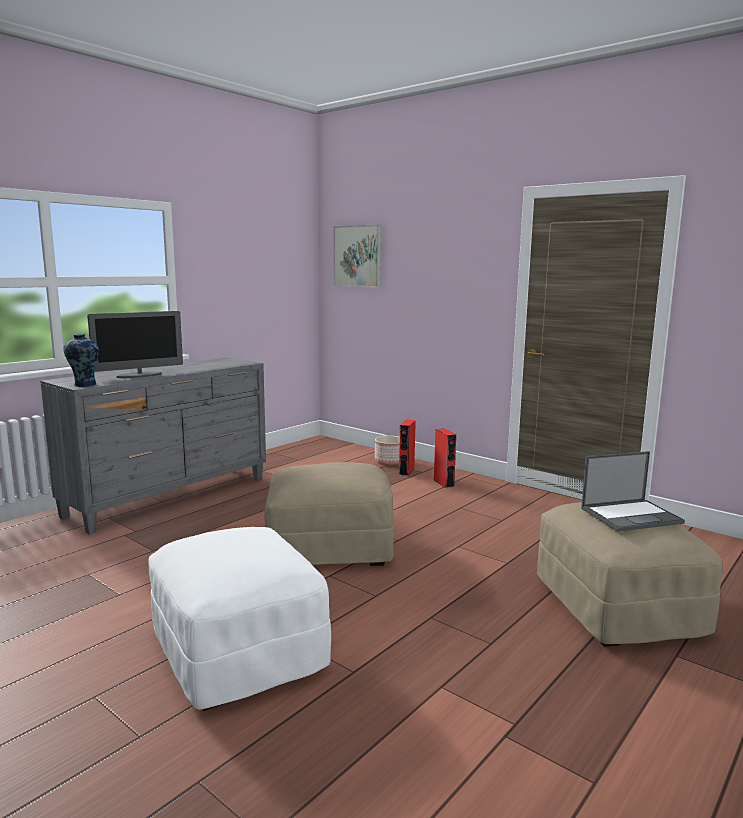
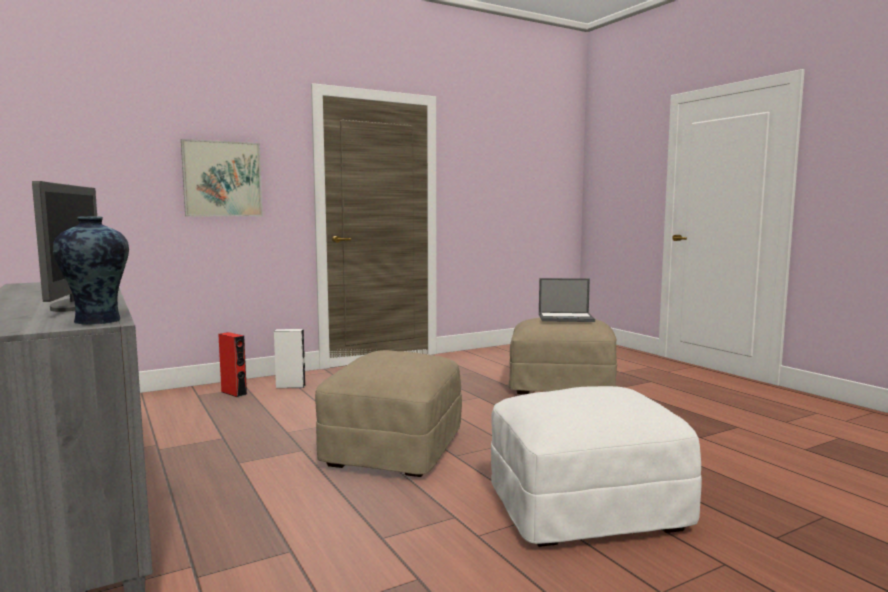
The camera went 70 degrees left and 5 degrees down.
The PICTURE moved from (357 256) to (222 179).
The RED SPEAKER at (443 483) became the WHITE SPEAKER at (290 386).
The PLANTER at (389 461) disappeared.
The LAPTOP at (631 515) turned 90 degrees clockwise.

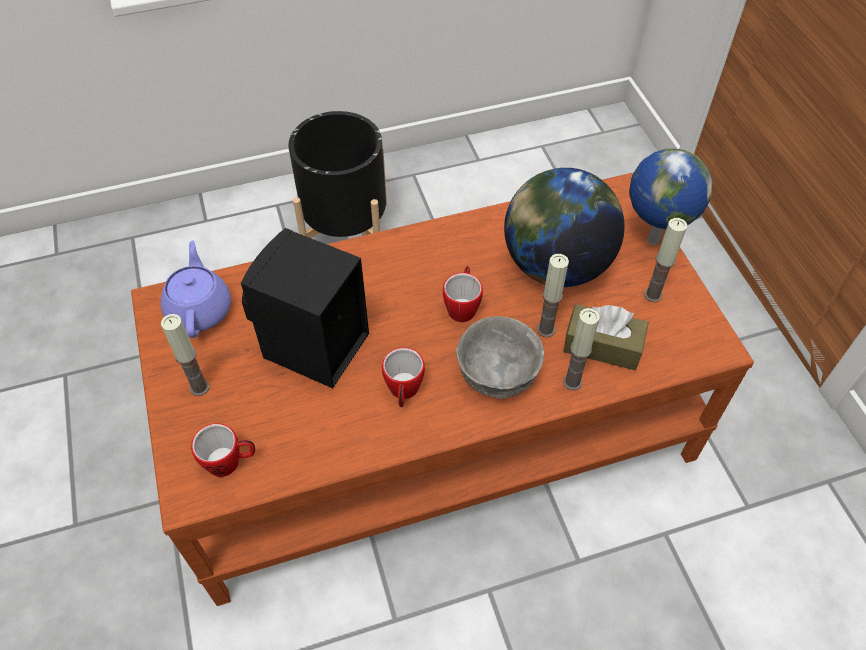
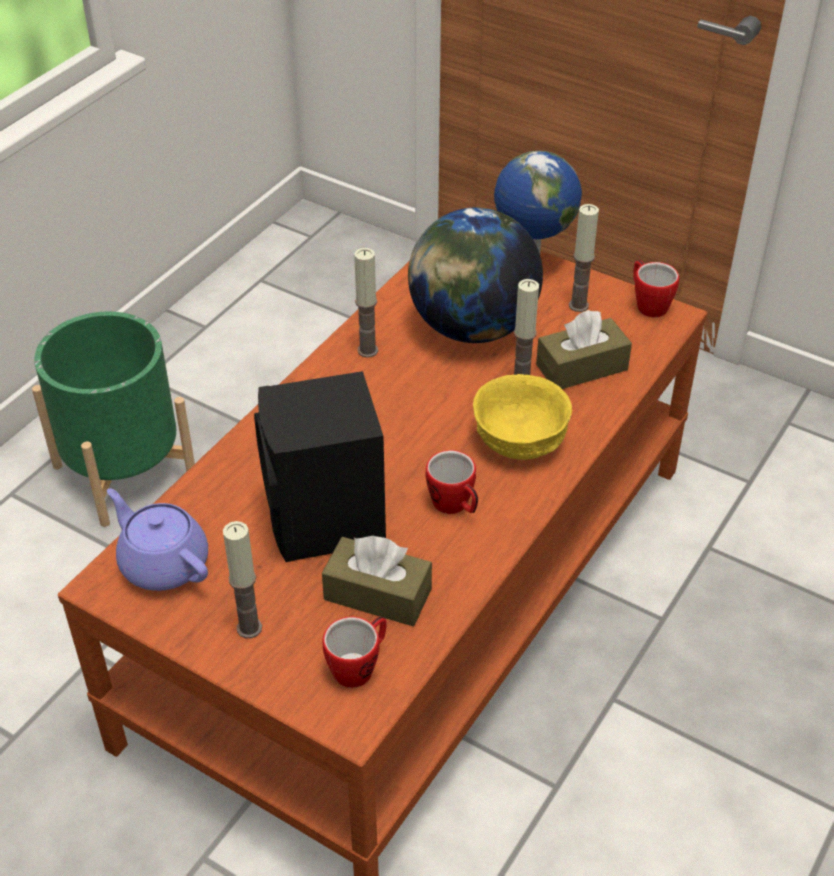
The camera went 40 degrees left and 10 degrees down.
The BLACK PLANTER at (346 229) became the GREEN PLANTER at (124 472).
The MUG moved from (462 306) to (648 304).
The CANDLE moved from (572 382) to (368 350).
The GREY BOWL at (498 374) became the YELLOW BOWL at (521 440).
The BROWN TISSUE BOX at (377 594) appeared.

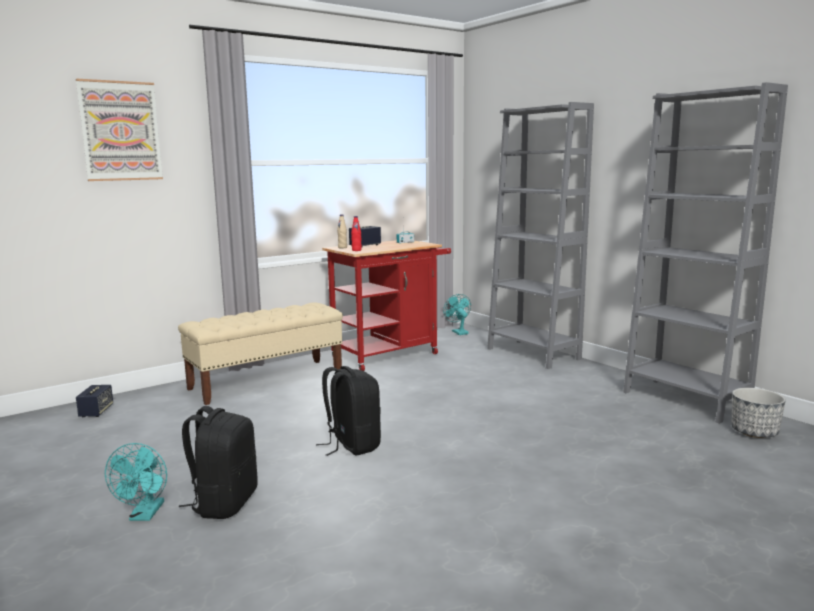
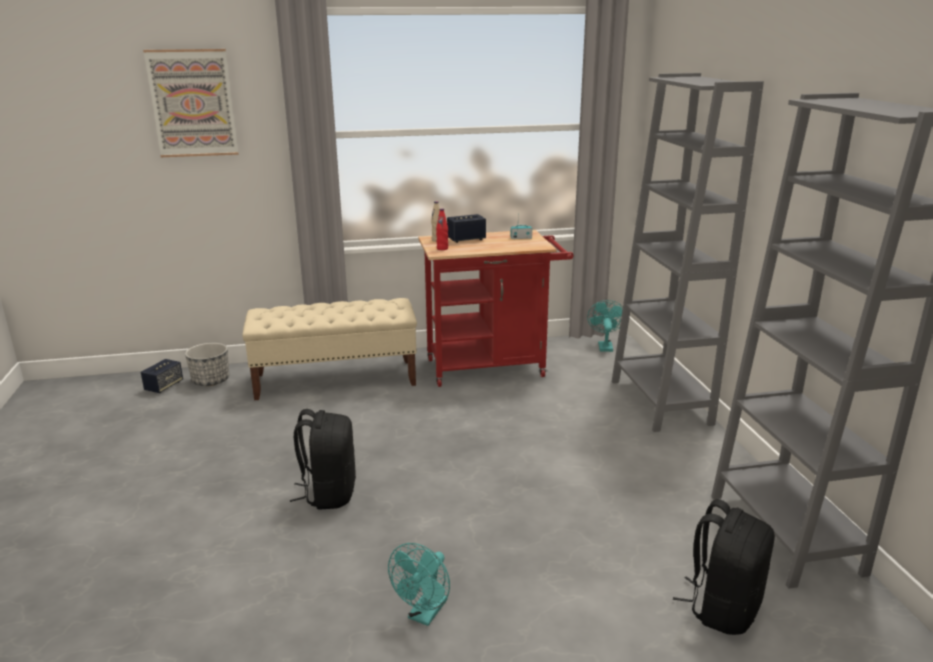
The camera went 25 degrees right and 10 degrees up.
The PLANTER moved from (754 432) to (211 381).
The BLACK BACKPACK moved from (224 503) to (722 608).
The TURQUOISE FAN moved from (145 515) to (425 614).

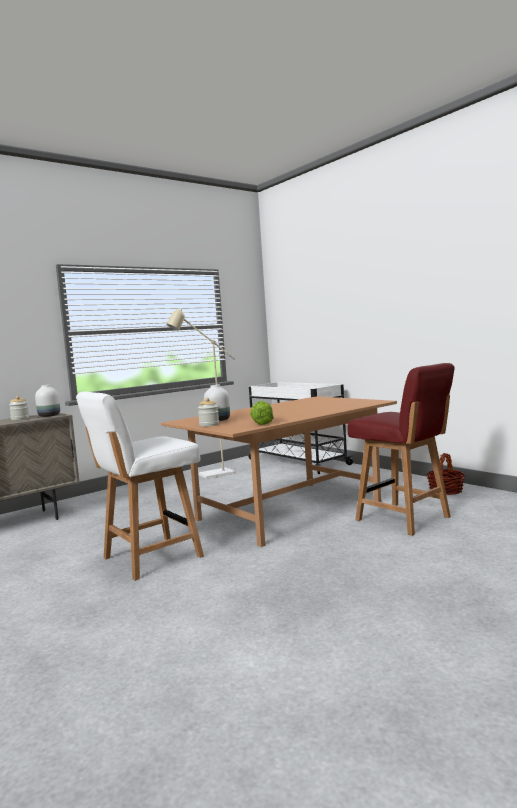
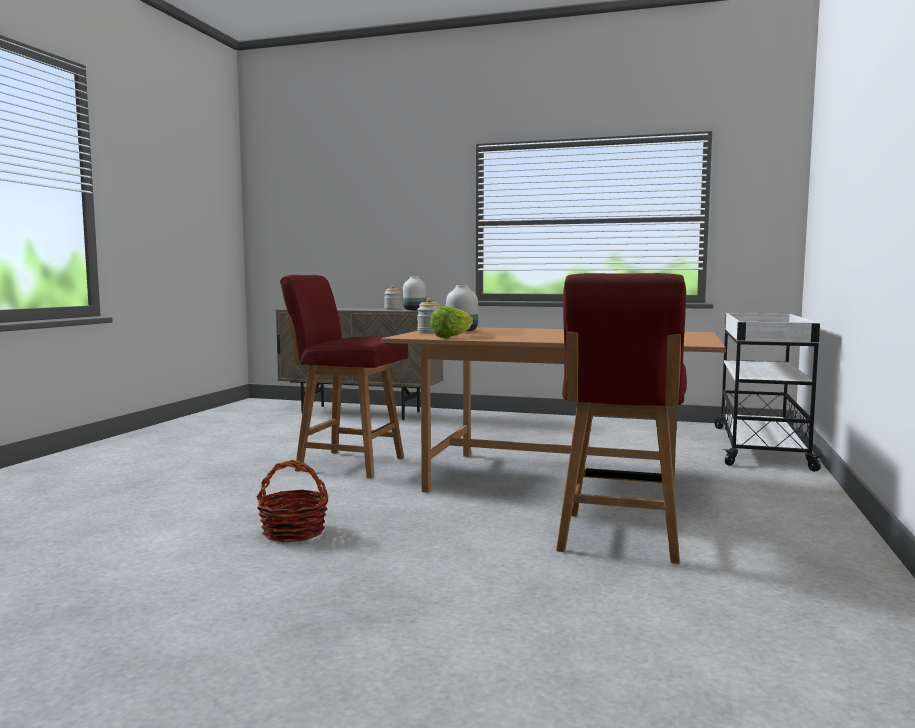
The camera went 55 degrees right and 0 degrees up.
The BEIGE FLOOR LAMP at (210 475) disappeared.
The WHITE CHAIR at (150 558) became the RED CHAIR at (348 464).
The BASKET moved from (445 490) to (294 532).

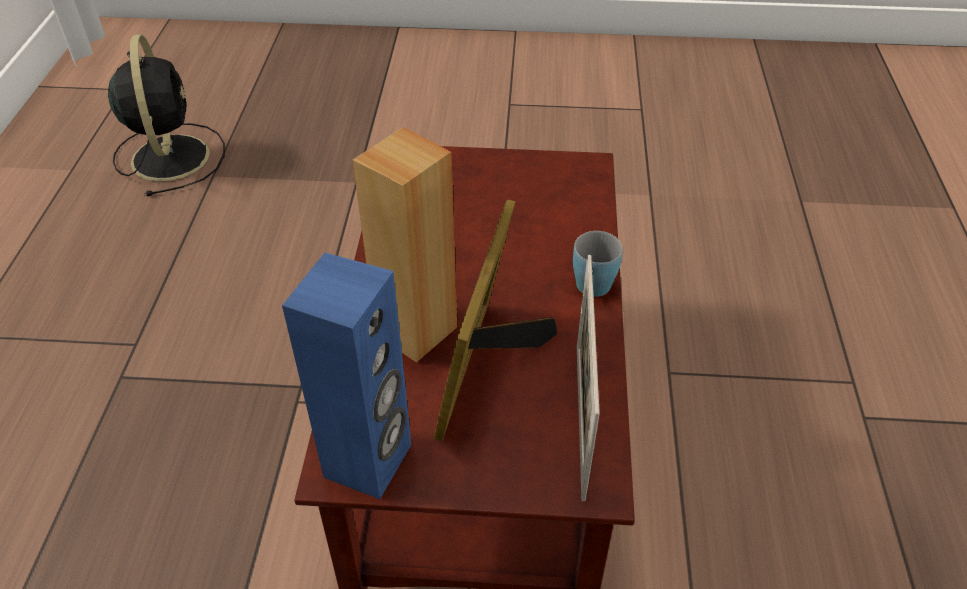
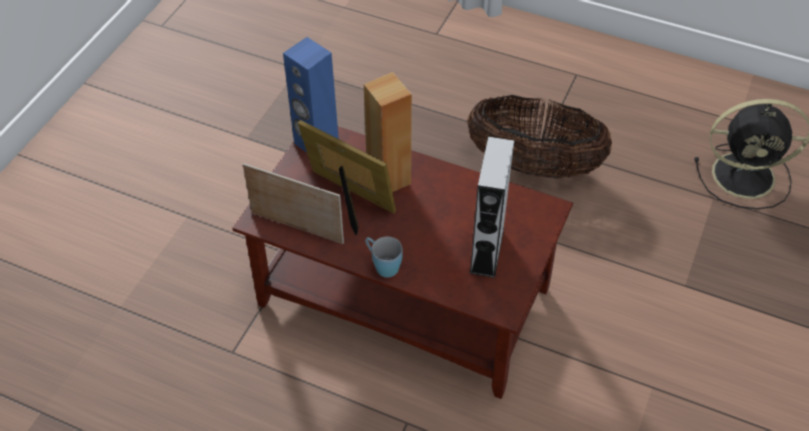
The camera went 110 degrees right and 5 degrees up.
The BASKET at (533 165) appeared.
The GREY SPEAKER at (487 250) appeared.

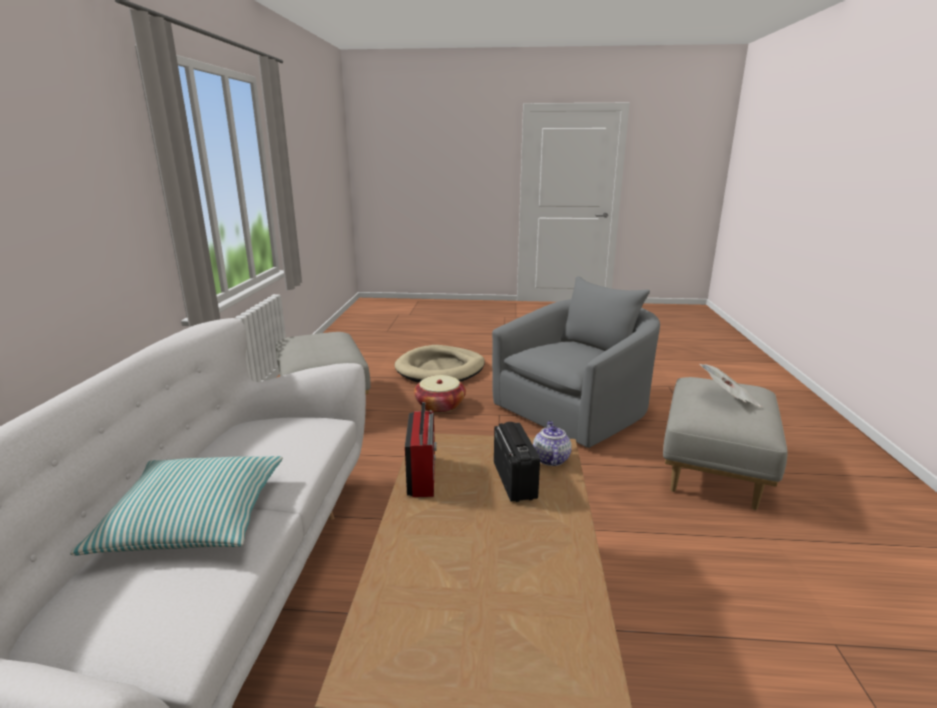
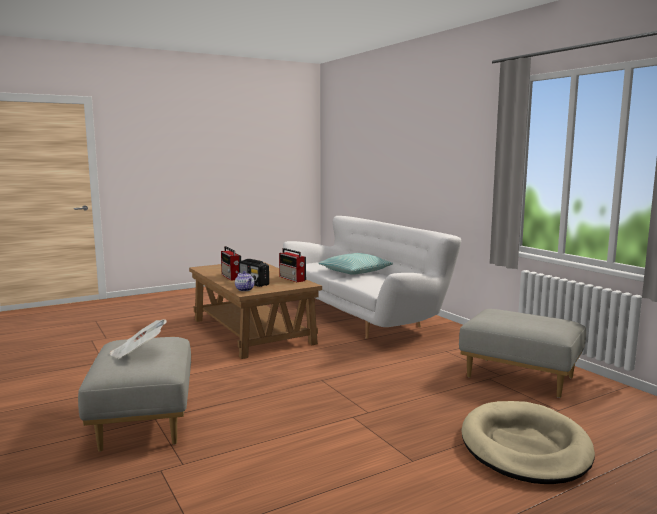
The camera went 145 degrees right and 10 degrees down.
The GREY ARMCHAIR at (576 410) disappeared.
The BASKET at (440 405) disappeared.
The RADIO at (231 277) appeared.

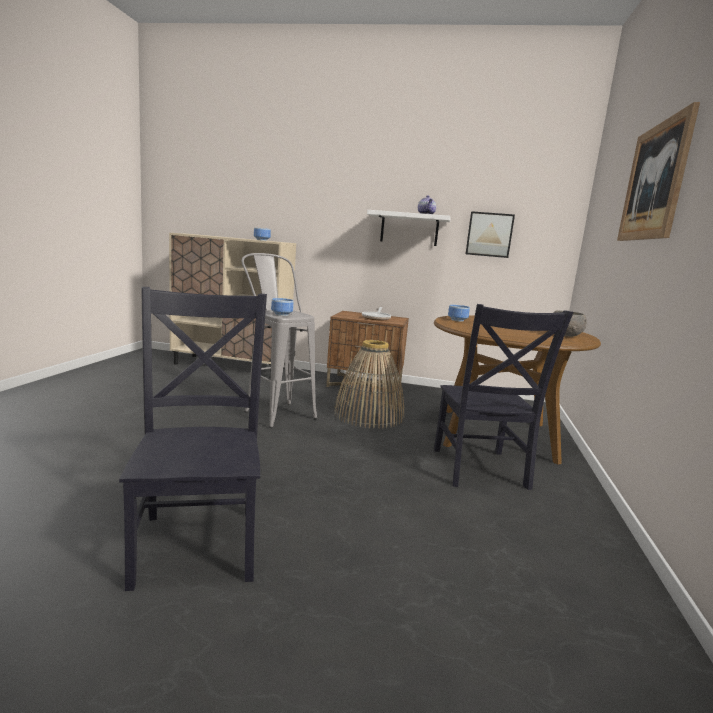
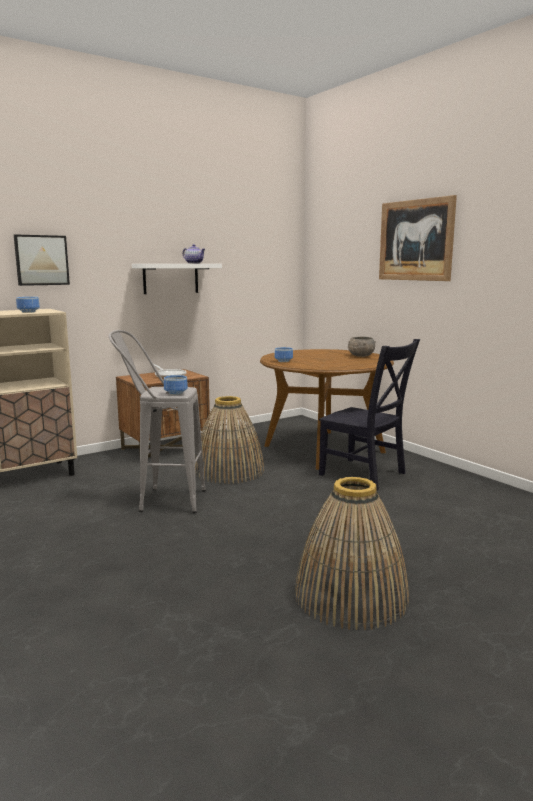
The camera went 45 degrees left and 0 degrees up.
The PICTURE moved from (489 234) to (41 260).
The BLACK CHAIR at (199 541) was replaced by the BASKET at (350 595).

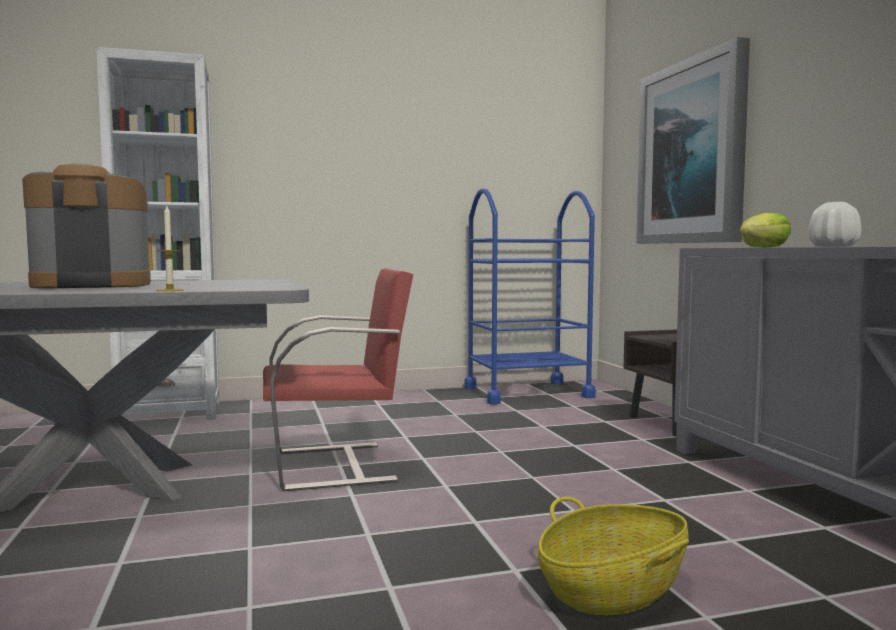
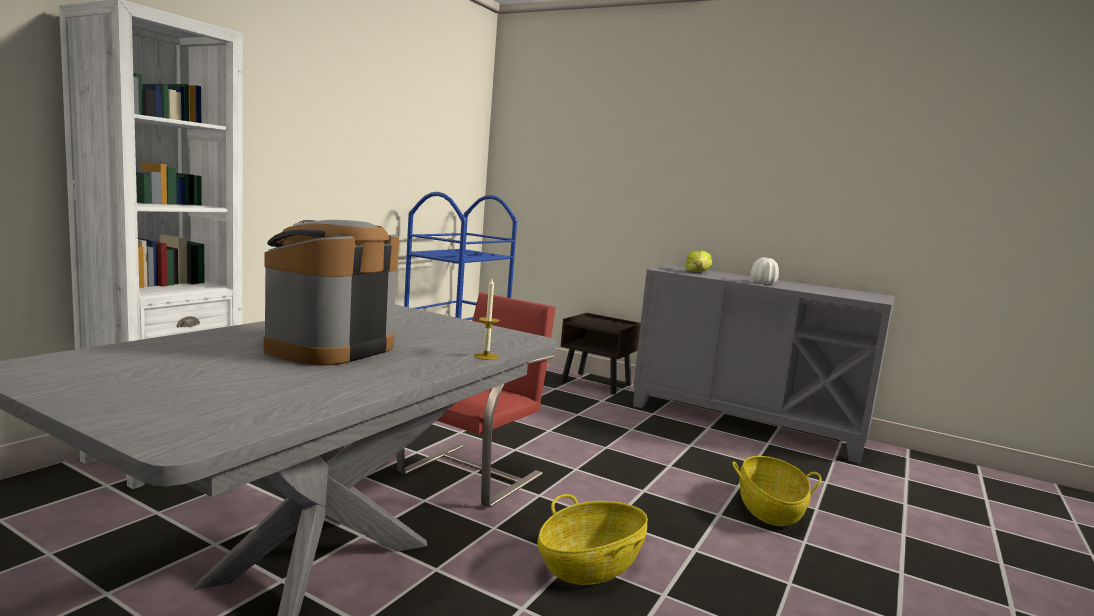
The camera went 45 degrees left and 5 degrees up.
The PICTURE at (692 153) disappeared.
The BASKET at (591 565) appeared.

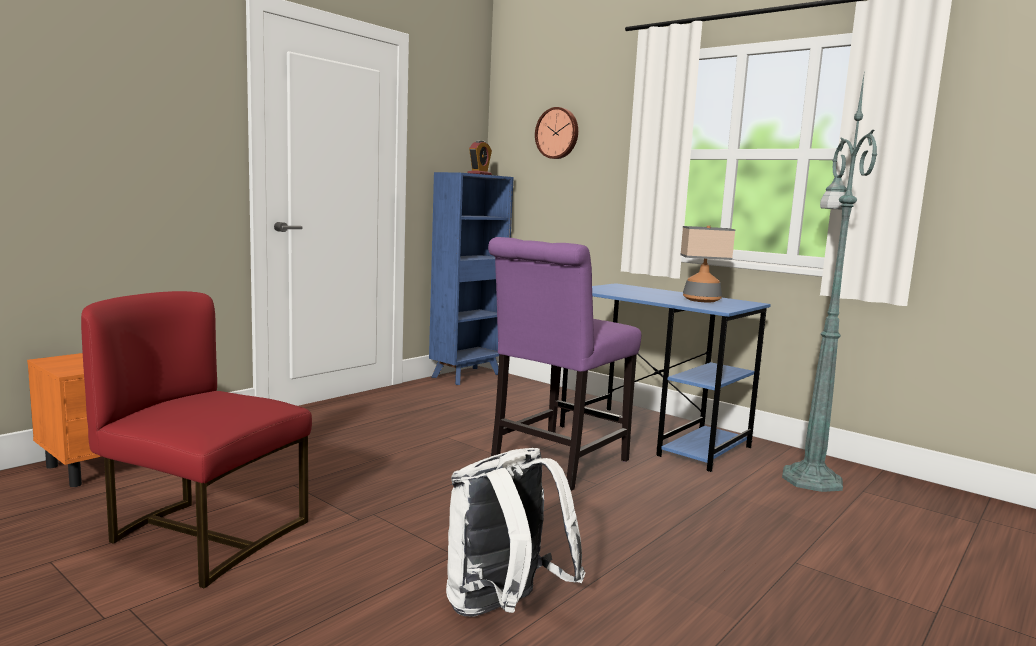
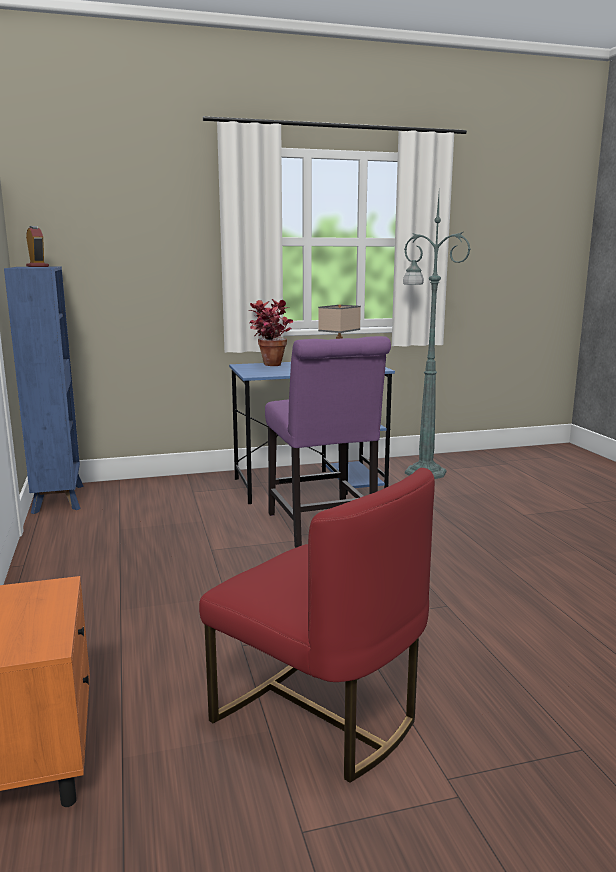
The camera went 55 degrees left and 5 degrees up.
The WALL CLOCK at (558 133) disappeared.
The RED CHAIR at (203 536) turned 105 degrees counterclockwise.
The WHITE BACKPACK at (503 609) disappeared.
The POTTED PLANT at (270 366) appeared.

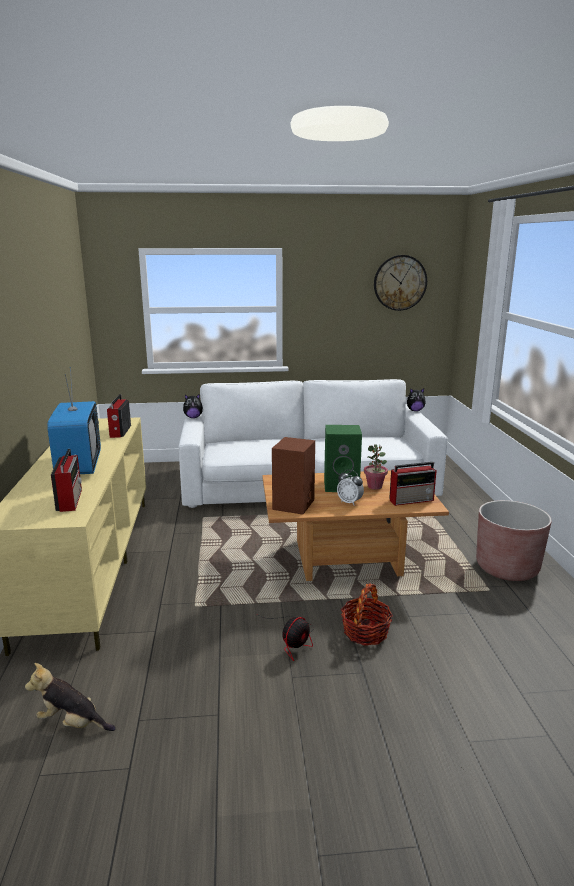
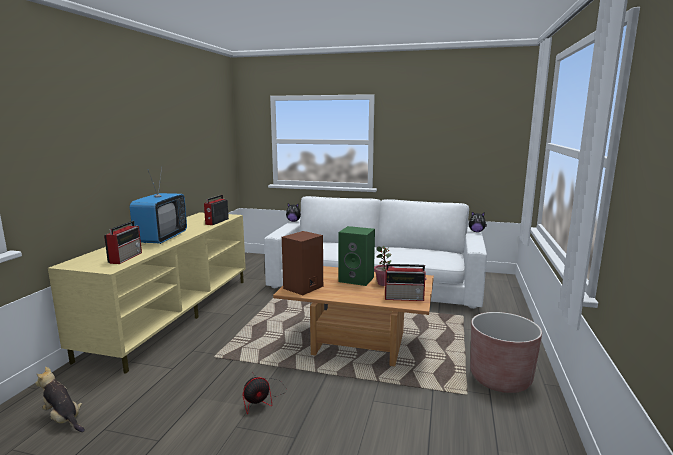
The camera went 20 degrees right and 5 degrees down.
The WALL CLOCK at (400 283) disappeared.
The ALARM CLOCK at (349 502) disappeared.
The BASKET at (365 632) disappeared.

